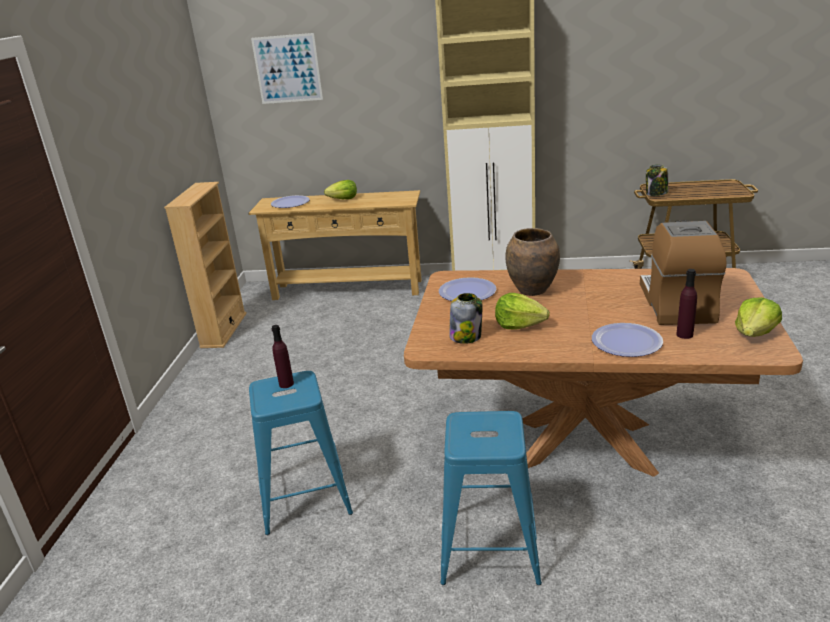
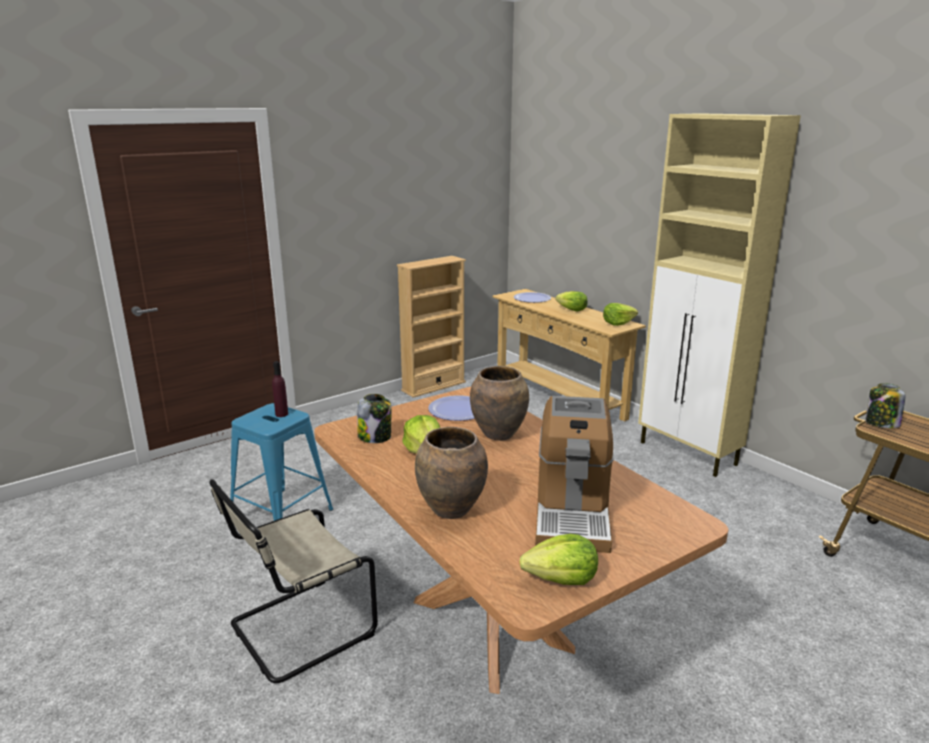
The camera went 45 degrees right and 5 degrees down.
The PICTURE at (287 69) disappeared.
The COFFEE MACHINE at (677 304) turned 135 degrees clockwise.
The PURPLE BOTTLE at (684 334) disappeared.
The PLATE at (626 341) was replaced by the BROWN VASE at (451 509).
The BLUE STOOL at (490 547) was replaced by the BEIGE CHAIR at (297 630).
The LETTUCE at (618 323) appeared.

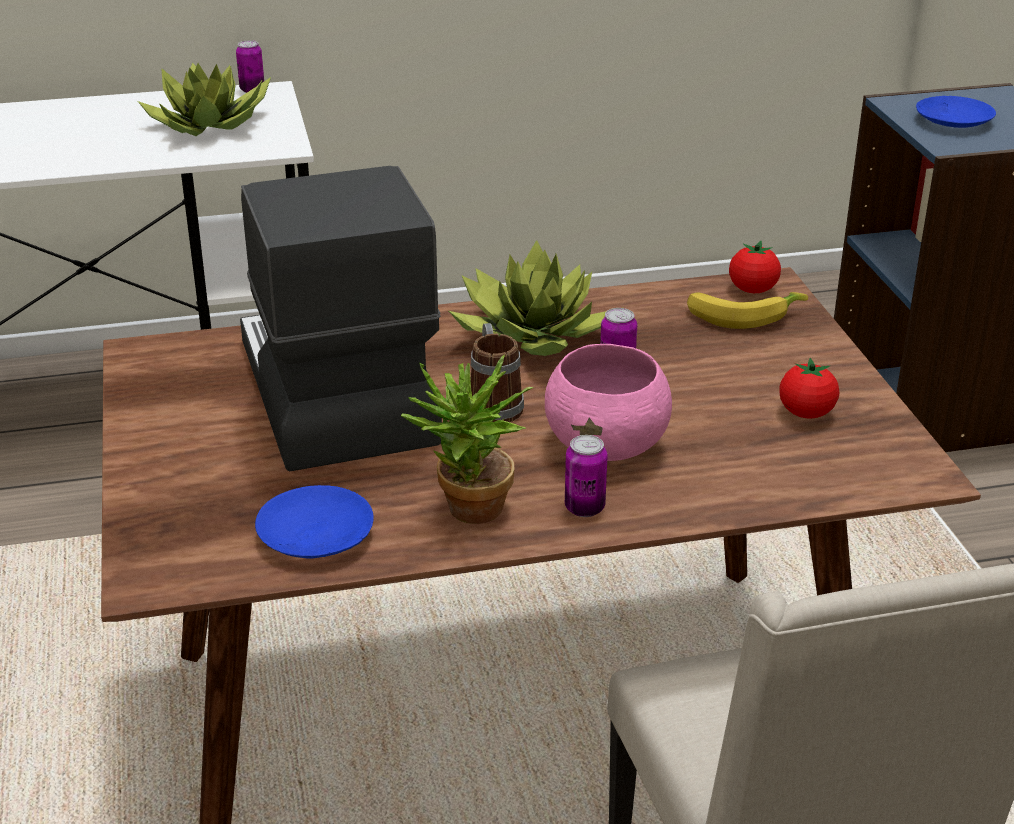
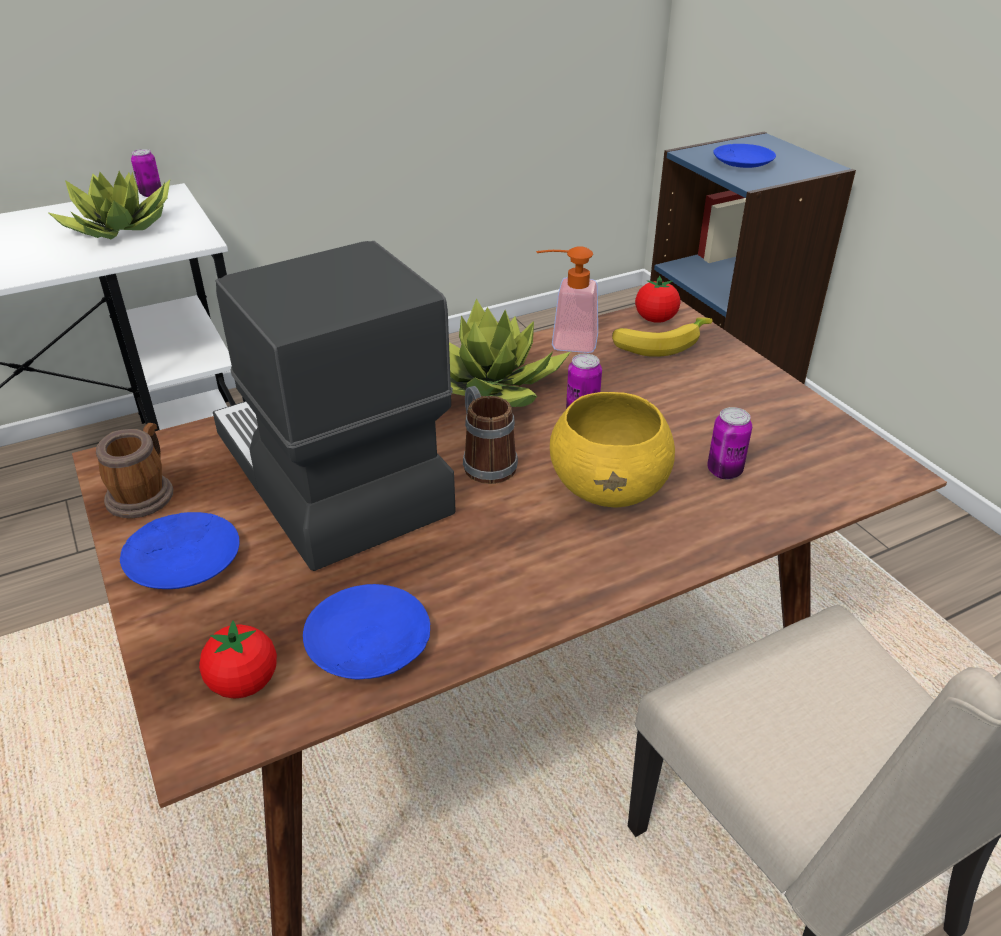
The camera went 15 degrees left and 5 degrees up.
The PINK BOWL at (608 446) became the YELLOW BOWL at (609 488).
The POTTED PLANT at (468 513) disappeared.
The TOMATO moved from (806 413) to (244 683).
The CAN moved from (584 508) to (724 471).
The SOAP DISPENSER at (565 342) appeared.
The MUG at (144 493) appeared.
The BLUE PLATE at (183 561) appeared.

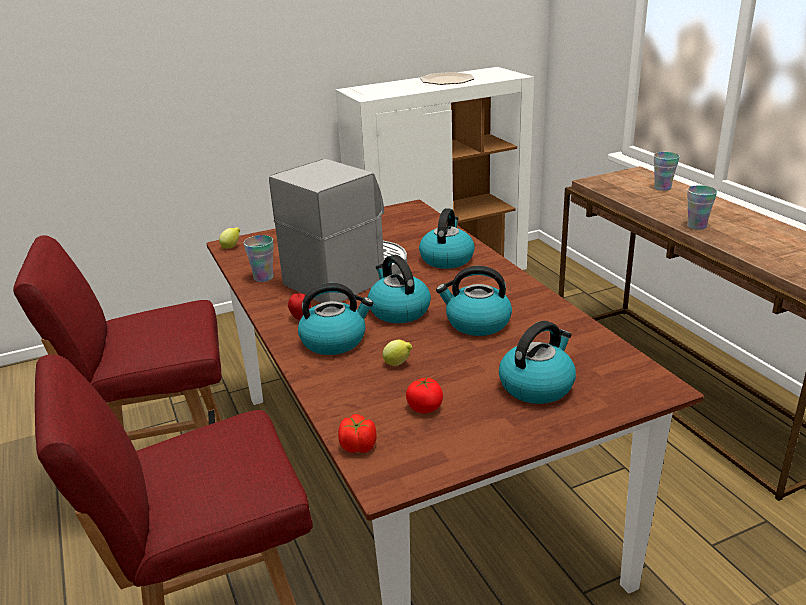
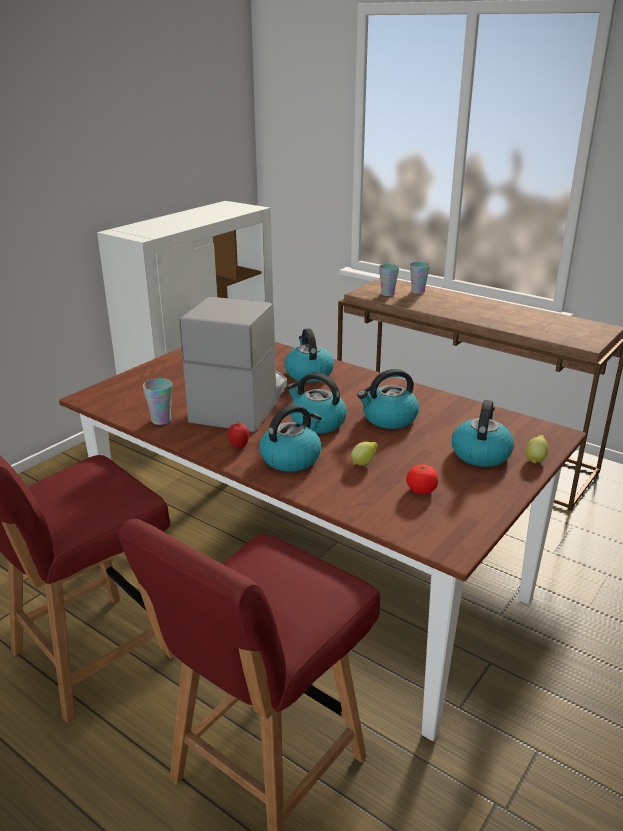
The camera went 30 degrees left and 0 degrees up.
The PLATE at (447 80) disappeared.
The CUP moved from (696 226) to (387 294).
The LEMON moved from (231 247) to (535 459).
The TOMATO at (358 446) disappeared.

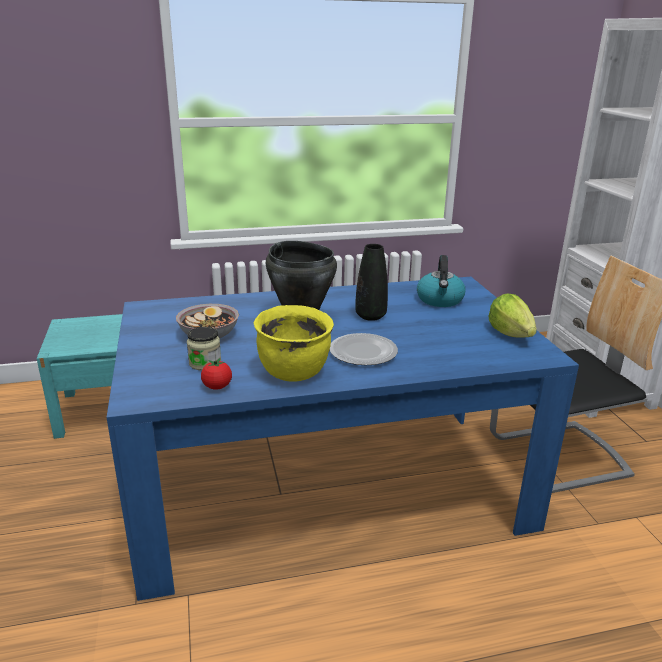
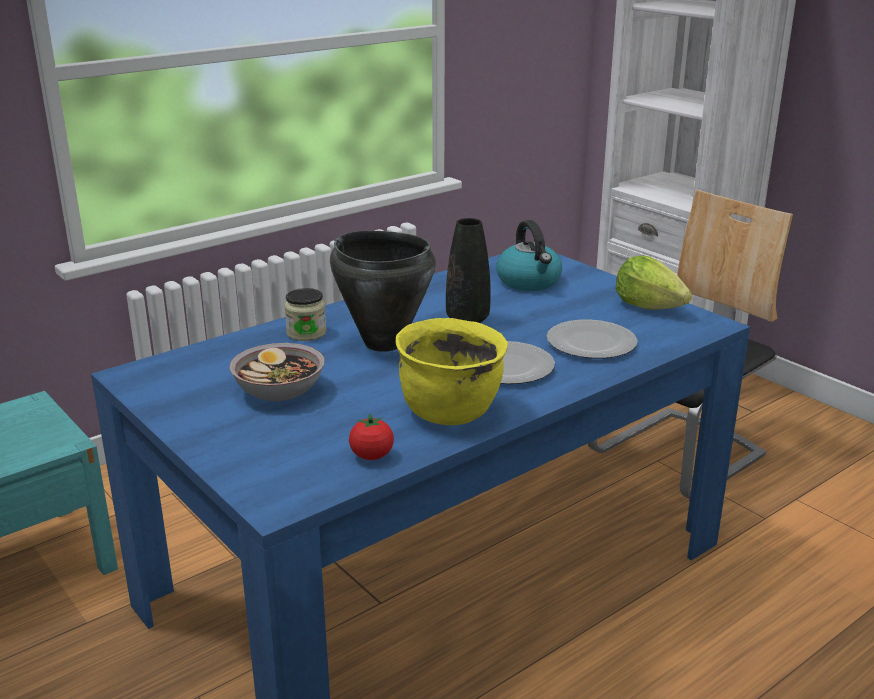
The camera went 25 degrees left and 0 degrees up.
The JAR moved from (205 363) to (306 333).
The PLATE at (592 343) appeared.

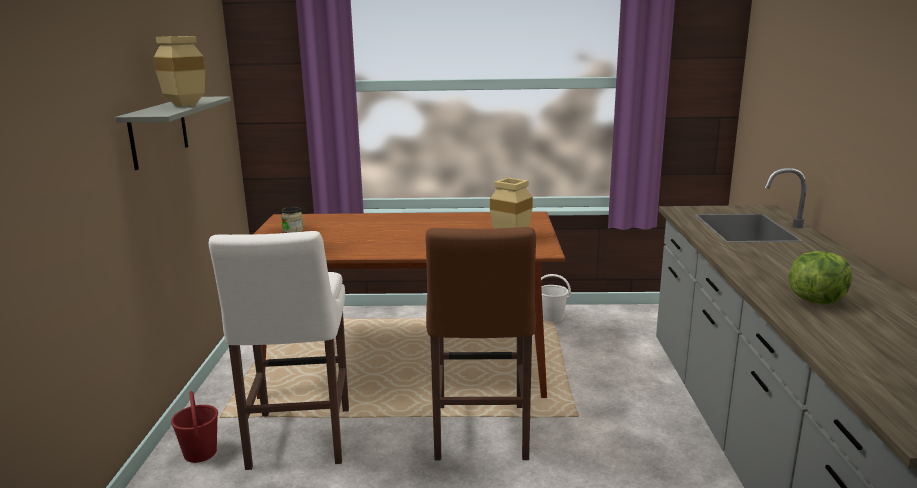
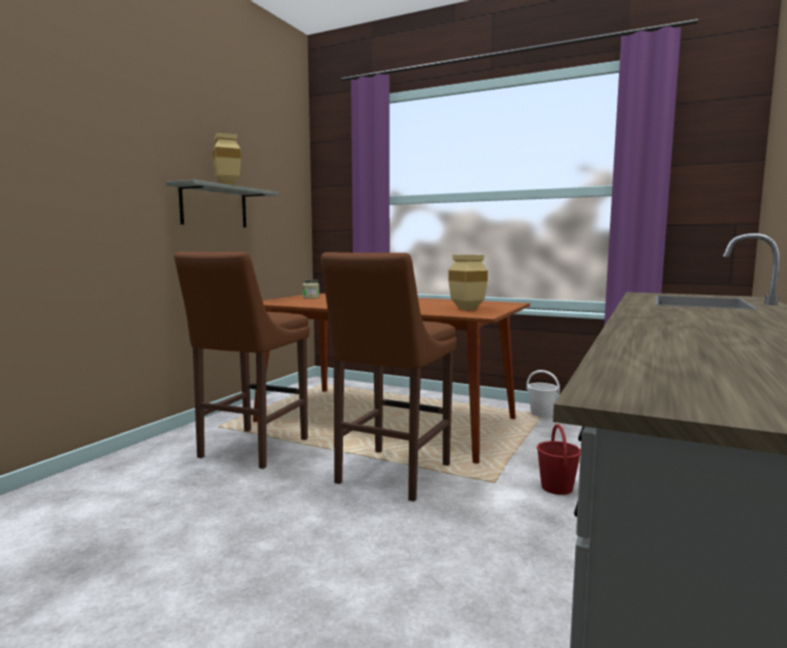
The camera went 25 degrees right and 10 degrees down.
The WHITE STOOL at (298 441) became the BROWN STOOL at (250 449).
The LETTUCE at (816 300) disappeared.
The RED BUCKET moved from (200 452) to (556 487).

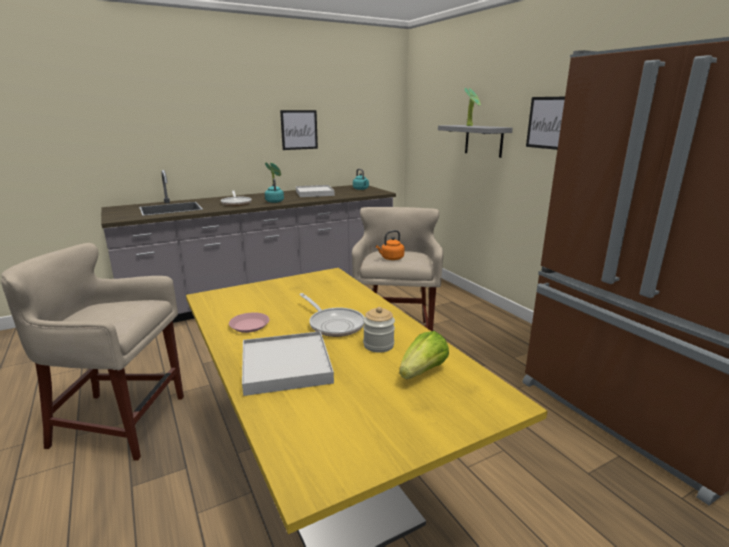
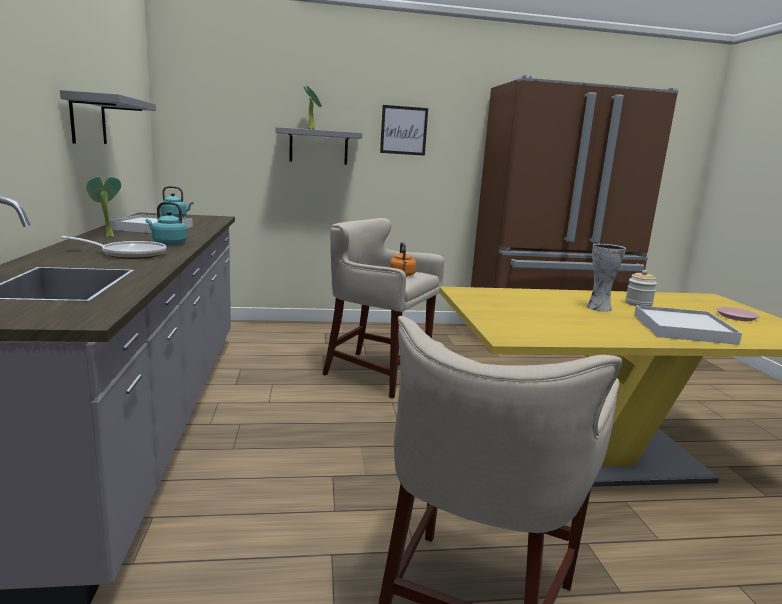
The camera went 70 degrees left and 5 degrees down.
The PICTURE at (299 130) was replaced by the GREY SHELF at (88 119).
The FRYING PAN at (334 324) was replaced by the VASE at (597 307).
The PINK PLATE moved from (250 325) to (736 317).
The LETTUCE at (423 371) disappeared.

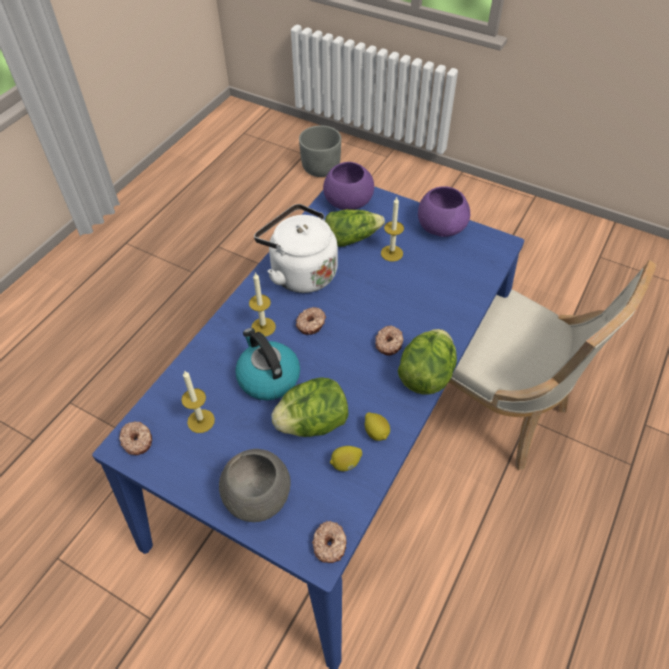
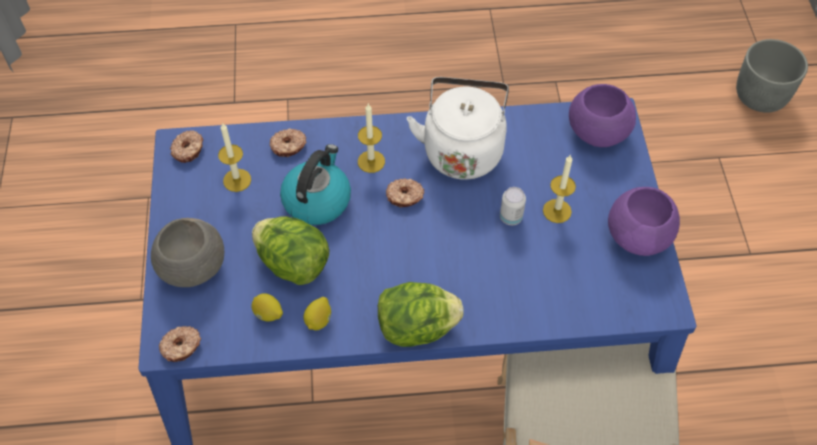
The camera went 55 degrees right and 5 degrees up.
The LETTUCE at (351 238) disappeared.
The DONUT moved from (389 343) to (288 146).
The CAN at (511 217) appeared.

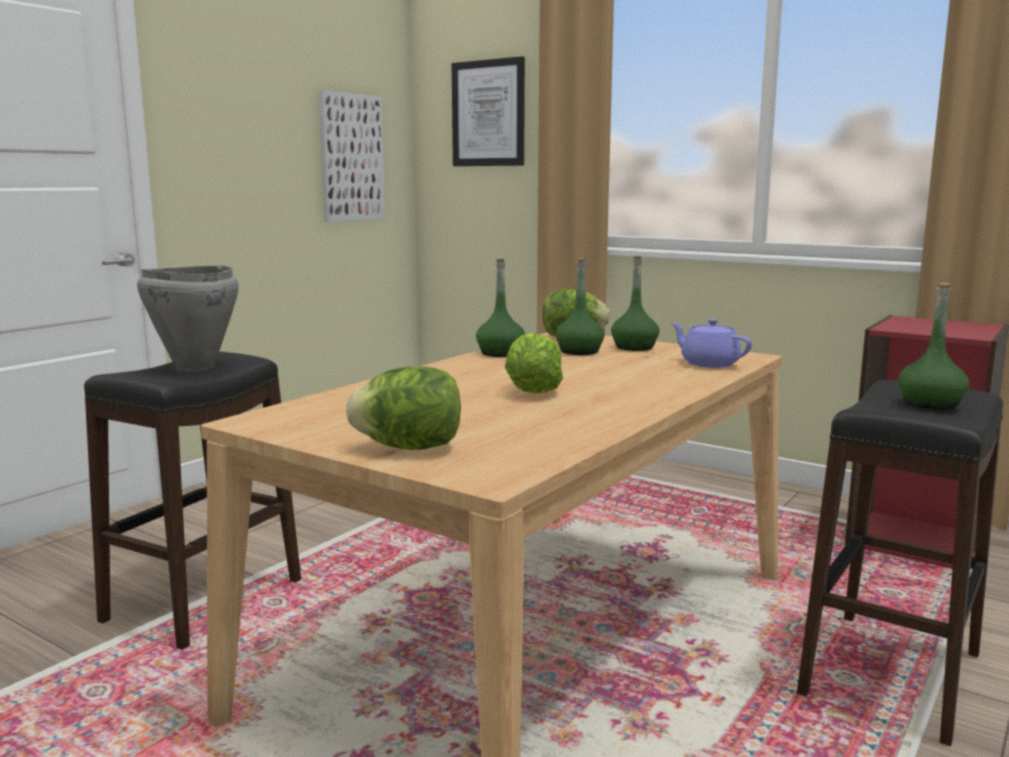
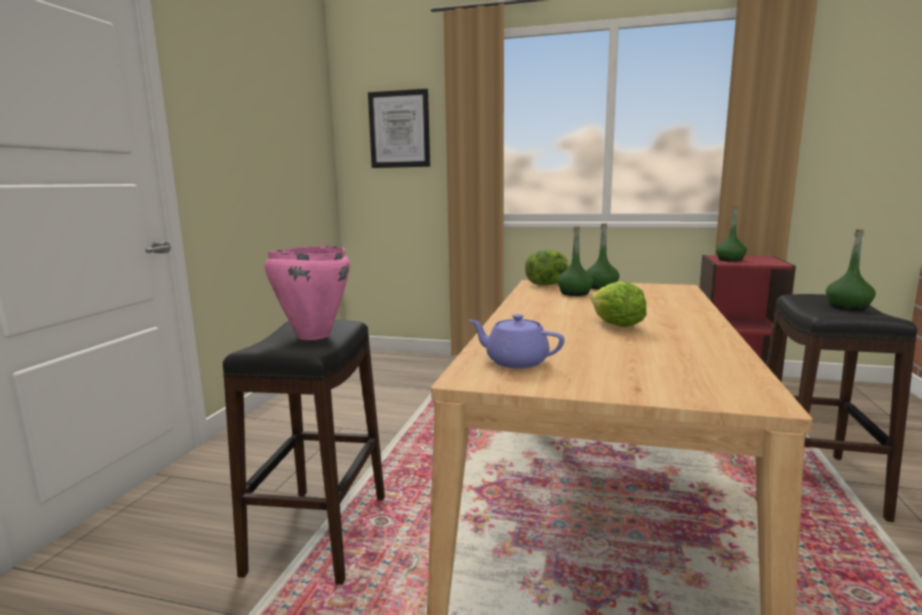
The camera went 20 degrees left and 0 degrees up.
The PICTURE at (351 158) disappeared.
The GREEN BOTTLE moved from (500 353) to (730 260).
The GREY COOKING POT at (194 367) became the PINK COOKING POT at (312 335).
The PURPLE TEAPOT moved from (708 364) to (515 361).
The LETTUCE at (409 448) disappeared.

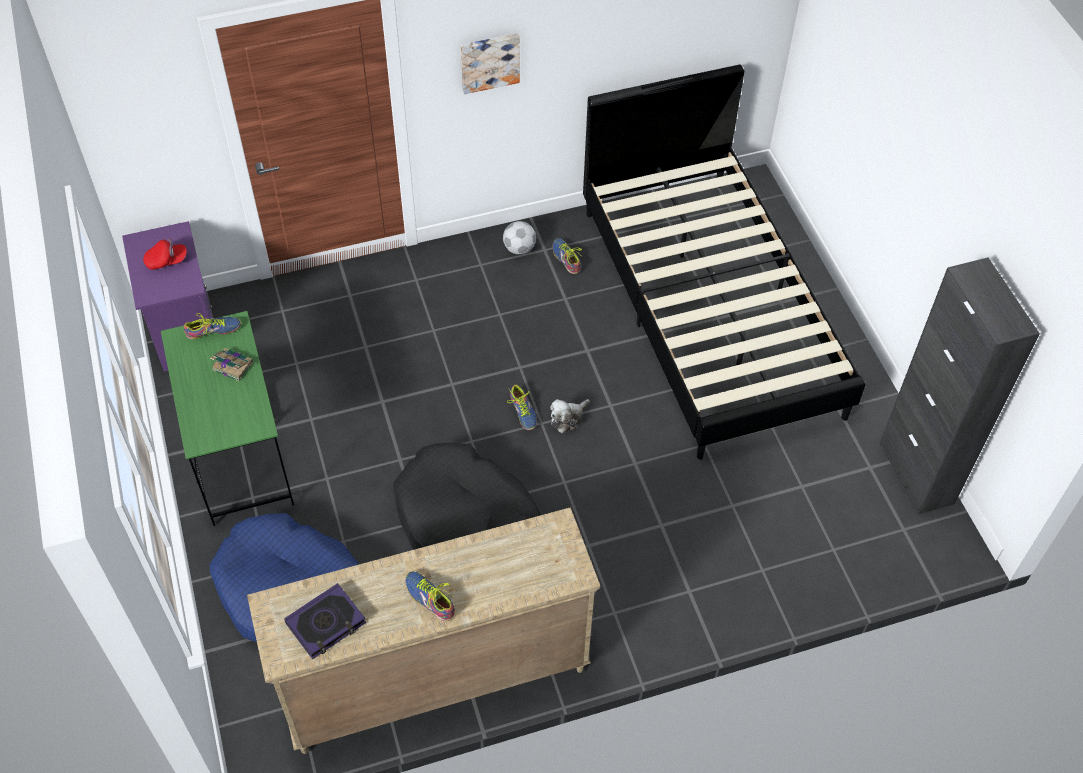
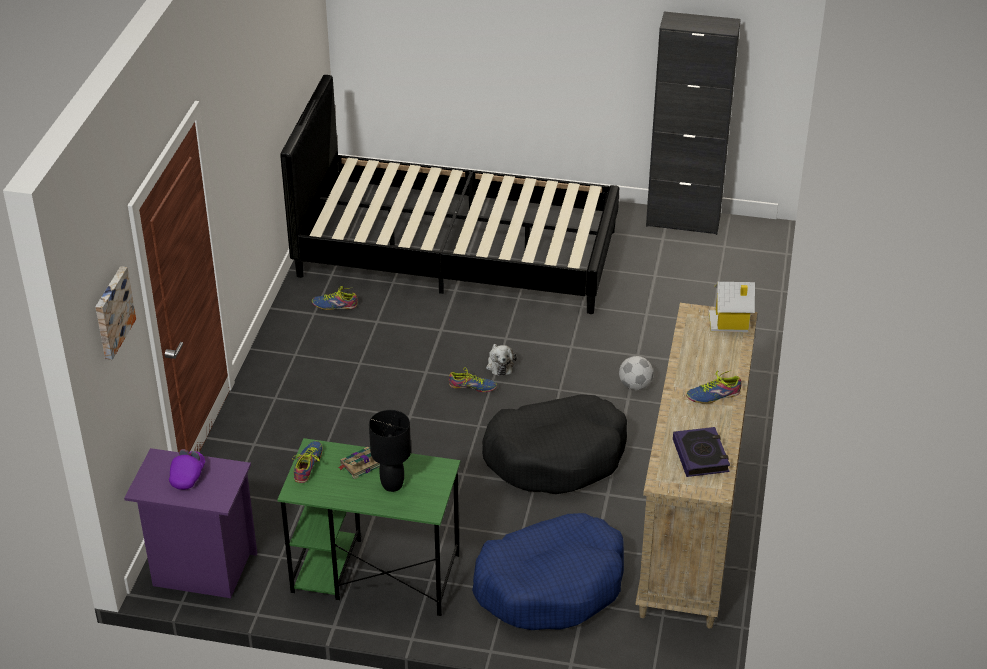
The camera went 60 degrees left and 15 degrees down.
The PICTURE moved from (489 61) to (112 312).
The FOOTBALL moved from (519 249) to (635 386).
The RED CAP at (167 261) became the PURPLE CAP at (188 476).
The TOY HOUSE at (730 322) appeared.
The BLACK TABLE LAMP at (392 485) appeared.

